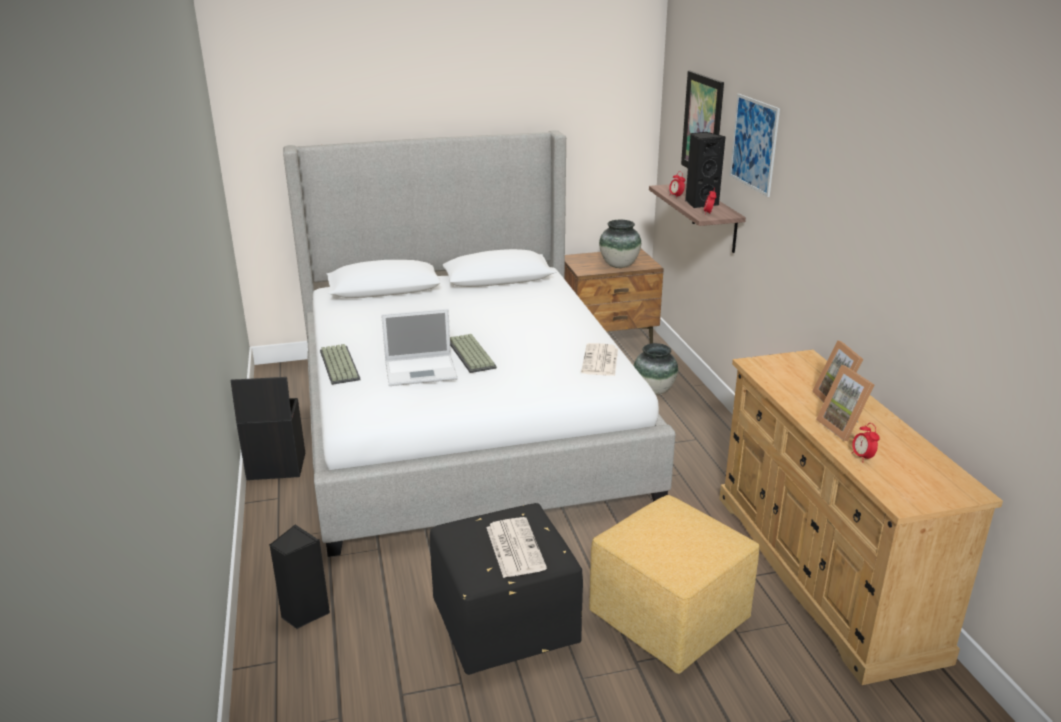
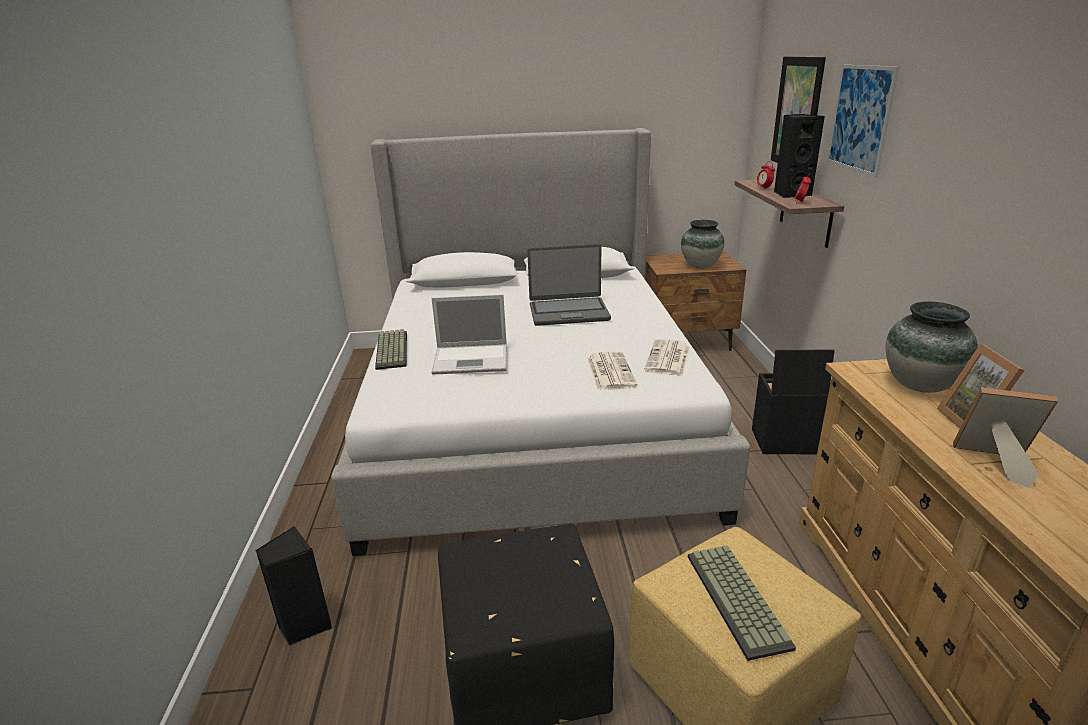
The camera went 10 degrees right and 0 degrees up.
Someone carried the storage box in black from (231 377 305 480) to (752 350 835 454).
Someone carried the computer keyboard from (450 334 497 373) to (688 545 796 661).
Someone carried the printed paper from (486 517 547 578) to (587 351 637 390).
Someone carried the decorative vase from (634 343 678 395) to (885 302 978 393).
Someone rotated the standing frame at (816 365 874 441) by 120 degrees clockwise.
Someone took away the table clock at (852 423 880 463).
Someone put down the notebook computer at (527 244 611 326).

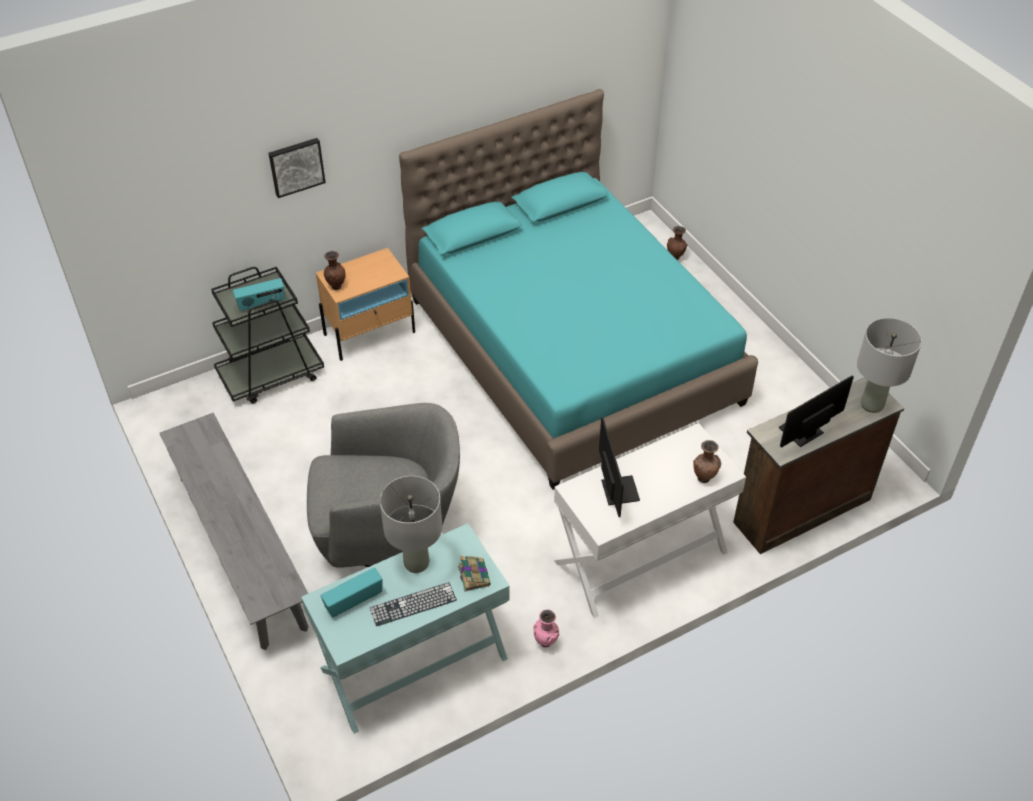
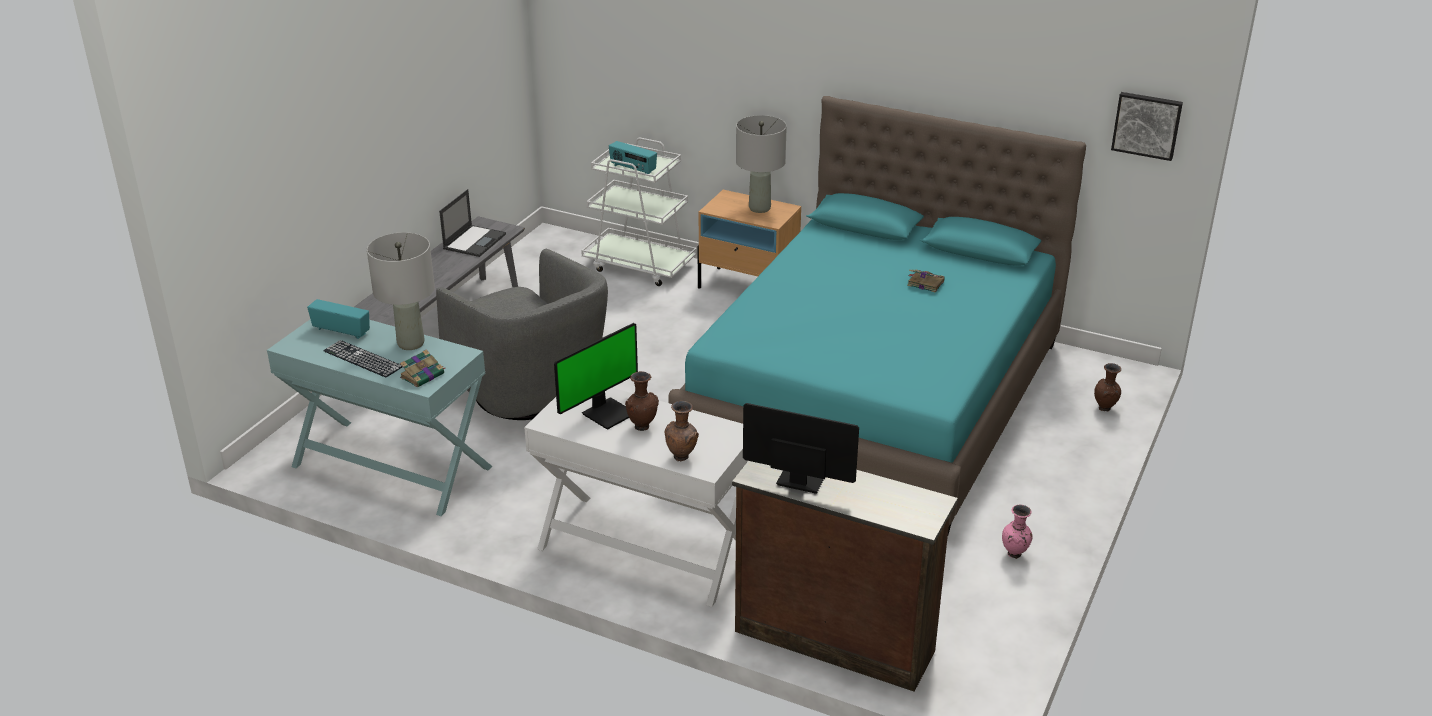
The camera went 55 degrees right and 15 degrees down.
Someone repainted the wheeled cart in black at (211 267 324 404), which became the wheeled cart in whitish at (581 138 697 286).
Someone carried the wall picture from (269 138 326 198) to (1111 92 1183 161).
Someone carried the decorative vase in brown from (324 251 346 290) to (625 371 659 431).
Someone carried the decorative vase in pink-coloured from (534 610 559 648) to (1002 505 1032 558).
Someone carried the table lamp in gray from (857 318 922 413) to (736 115 787 213).
Someone put down the notebook computer at (439 189 506 257).
Someone put down the book at (907 270 945 293).

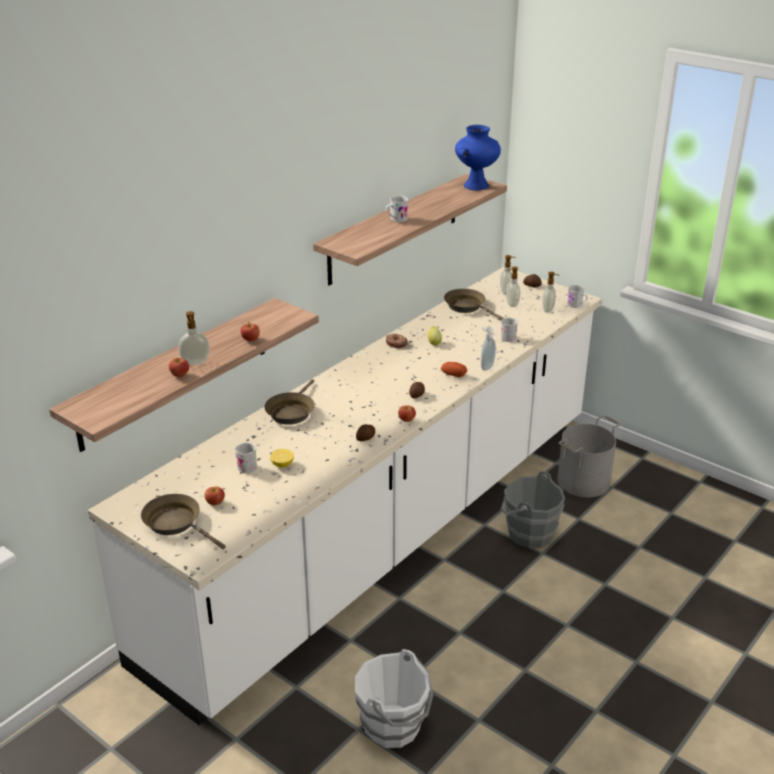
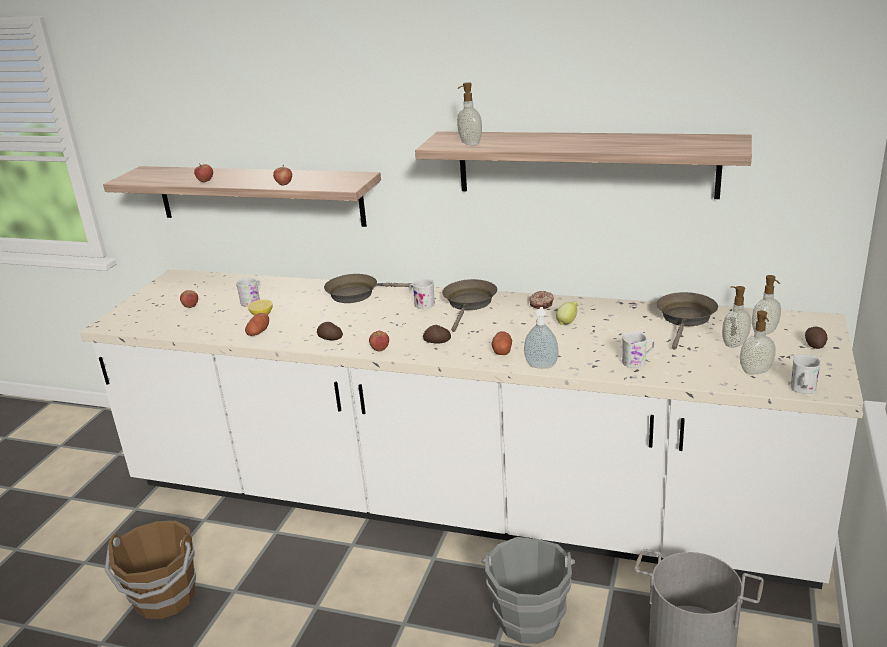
The camera went 70 degrees right and 5 degrees down.
Someone carried the skillet in brown from (141 494 226 549) to (442 279 497 332).
Someone carried the liquid soap bottle from (178 311 210 365) to (457 82 482 145).
Someone repainted the bucket in whitish at (355 649 433 748), which became the bucket in brown at (105 521 196 619).
Someone carried the coffee mug in whitish from (386 196 408 222) to (409 279 435 309).
Someone took away the decorative vase in blue at (455 125 501 191).
Someone put down the spud at (245 313 269 336).

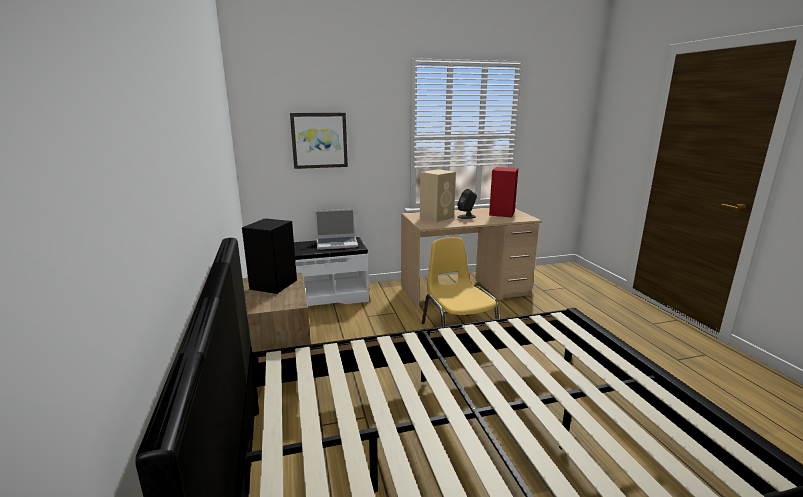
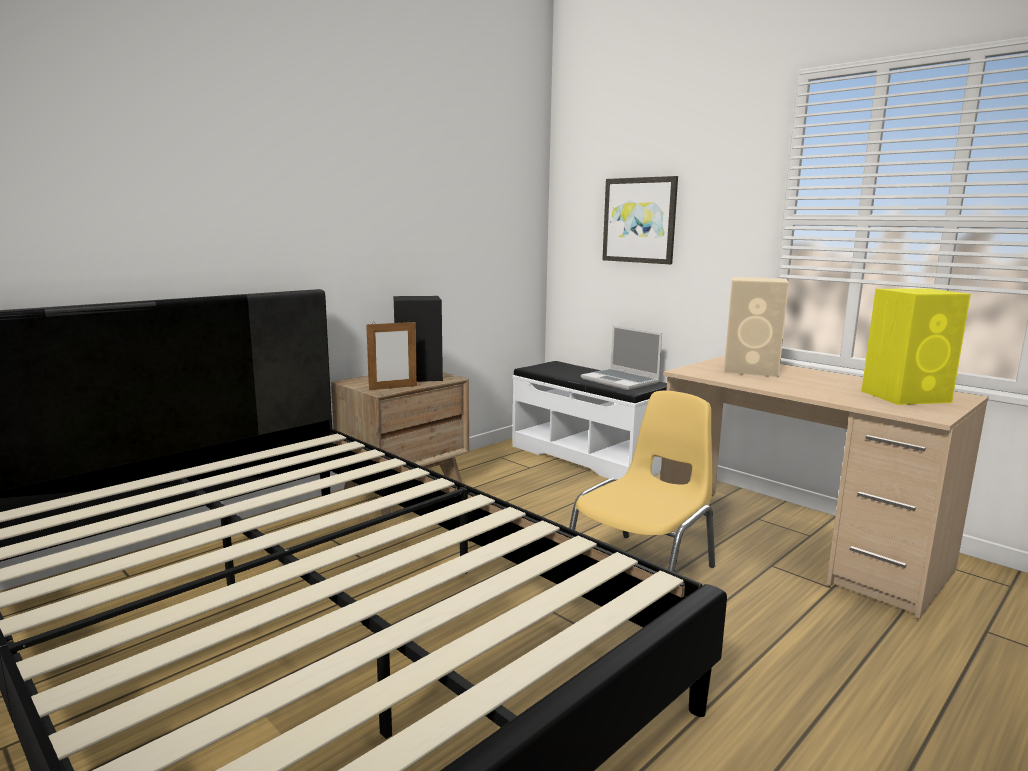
The camera went 60 degrees right and 5 degrees down.
Someone took away the loudspeaker in gray at (458 189 477 219).
Someone repainted the loudspeaker in reddish at (489 167 518 217), which became the loudspeaker in yellow-coloured at (861 288 971 405).
Someone put down the standing frame at (366 320 417 390).

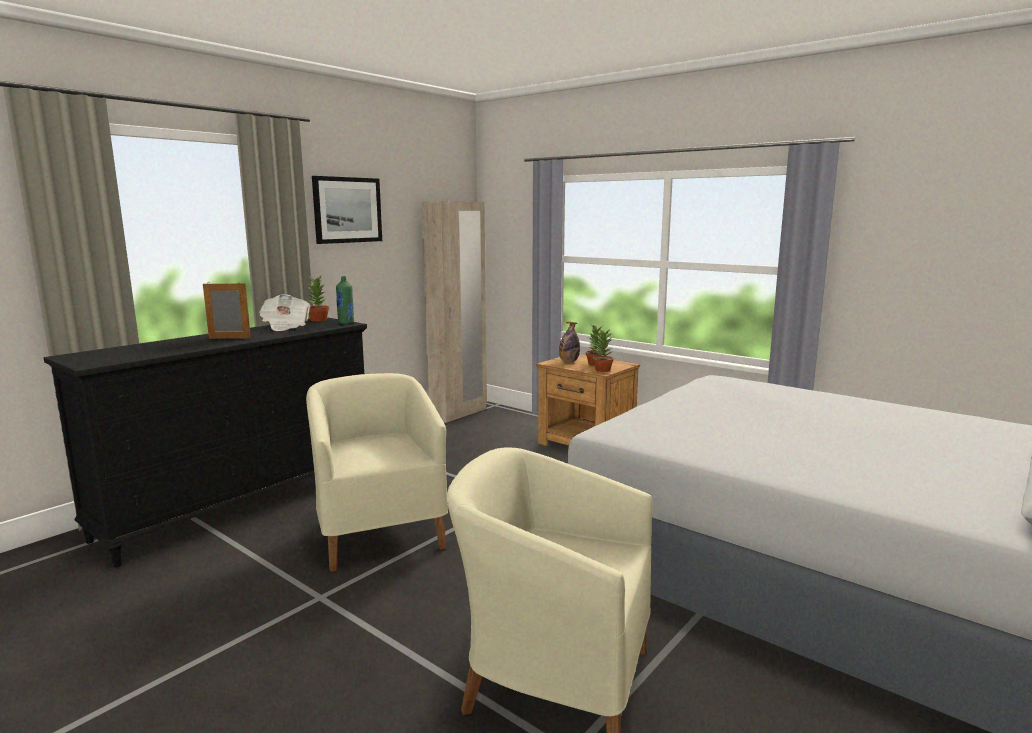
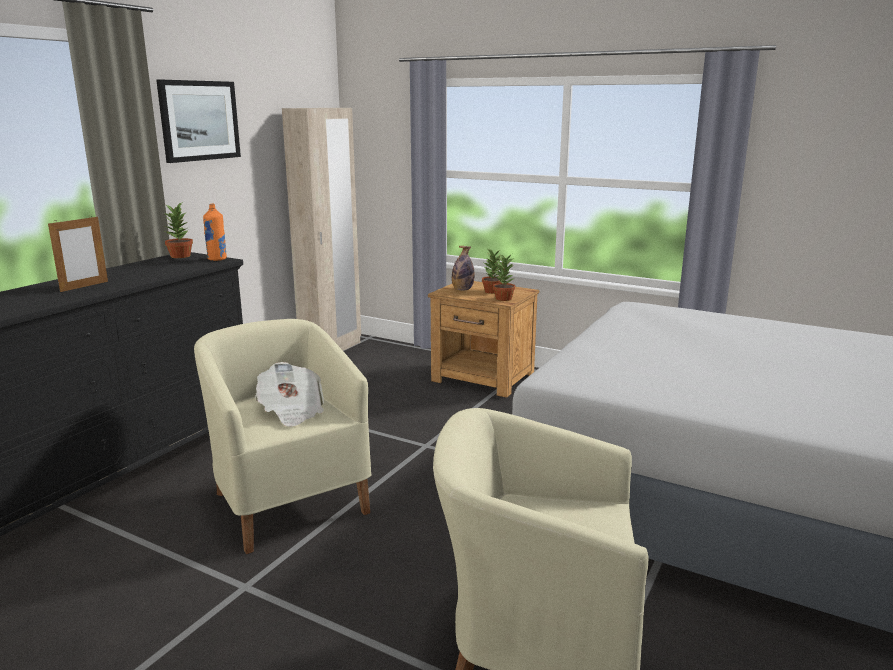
The camera went 10 degrees left and 5 degrees up.
Someone rotated the standing frame at (203 284 251 339) by 135 degrees clockwise.
Someone carried the printed paper from (259 294 310 331) to (255 362 324 427).
Someone repainted the bottle in greenish at (336 276 354 324), which became the bottle in orange-coloured at (203 204 227 261).

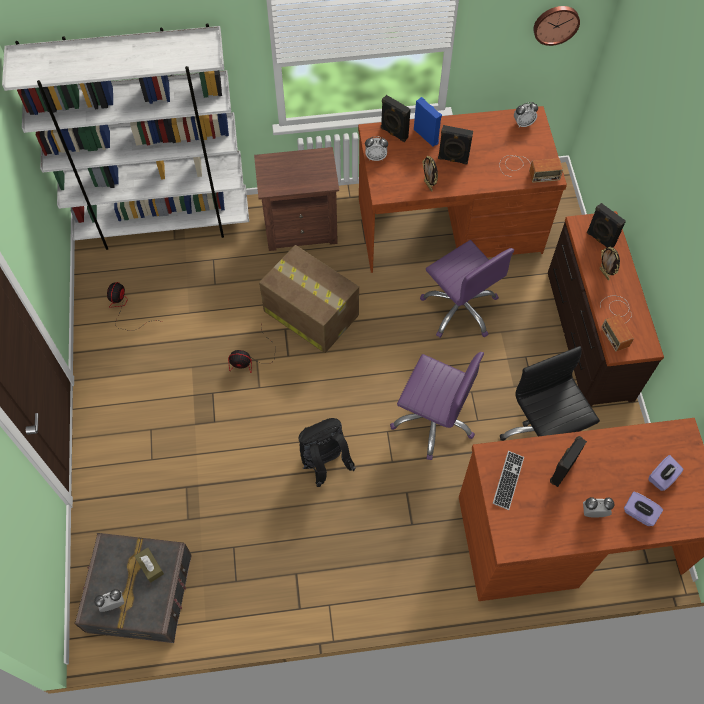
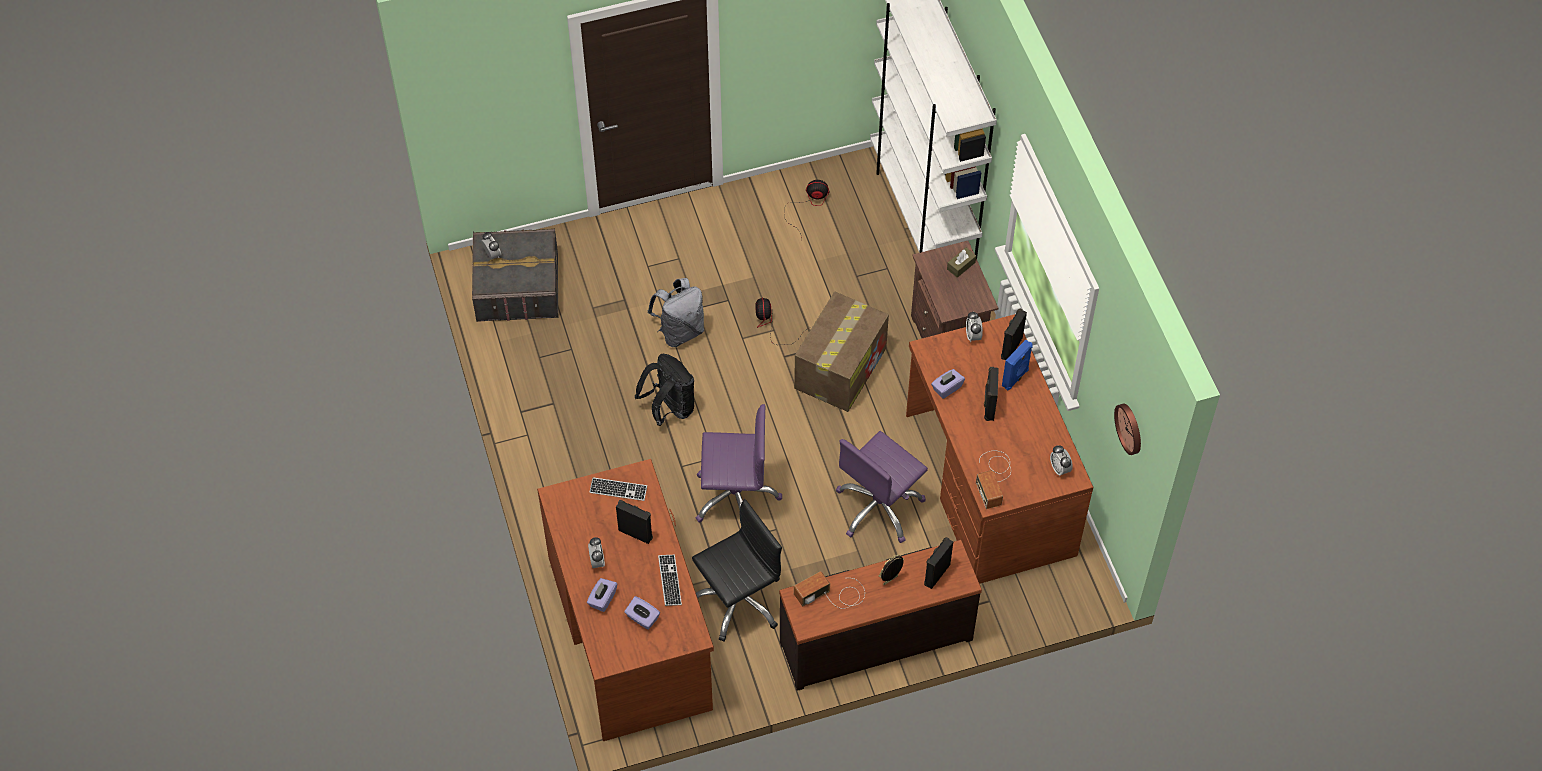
The camera went 80 degrees right and 5 degrees down.
Someone carried the tissue holder in brown from (135 547 164 583) to (947 248 976 278).
Someone rotated the office chair in purple at (390 352 484 460) by 105 degrees counterclockwise.
Someone swapped the standing frame at (422 156 438 192) for the tissue holder in purple at (931 369 965 399).
Someone put down the knapsack in gray at (648 278 704 347).
Someone put down the computer keyboard at (658 555 682 606).

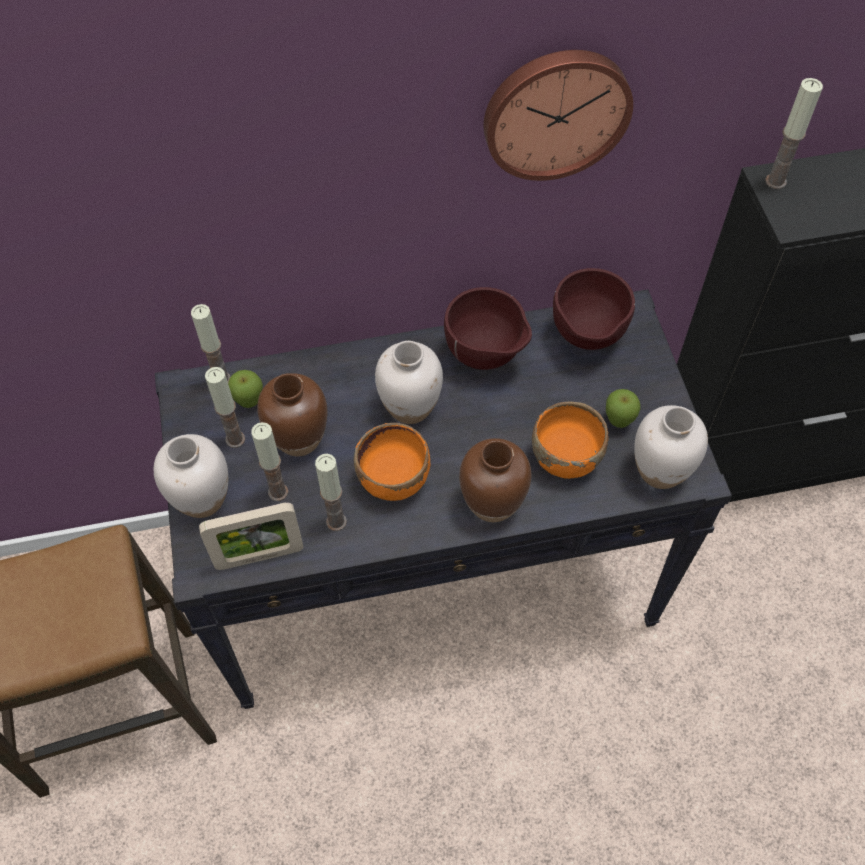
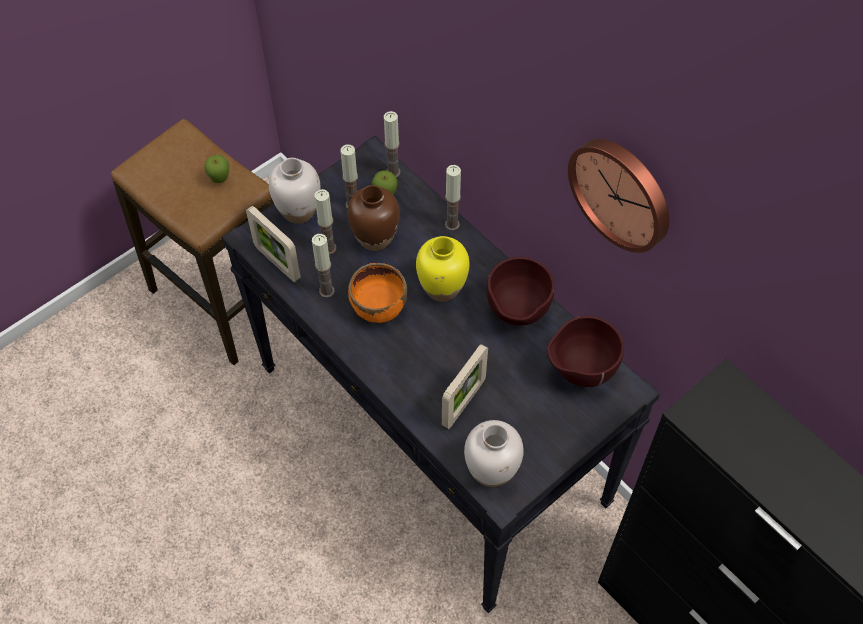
The camera went 60 degrees right and 0 degrees up.
Someone repainted the decorative vase in whitish at (375 341 443 424), which became the decorative vase in yellow-coloured at (416 236 469 302).
Someone took away the decorative vase in brown at (459 438 531 522).
Someone swapped the deep dish in orange-coloured at (532 401 608 479) for the standing frame at (442 344 488 429).
Someone carried the apple fruit from (606 389 640 428) to (204 155 229 183).
Someone carried the candle from (765 78 823 189) to (445 165 461 231).

